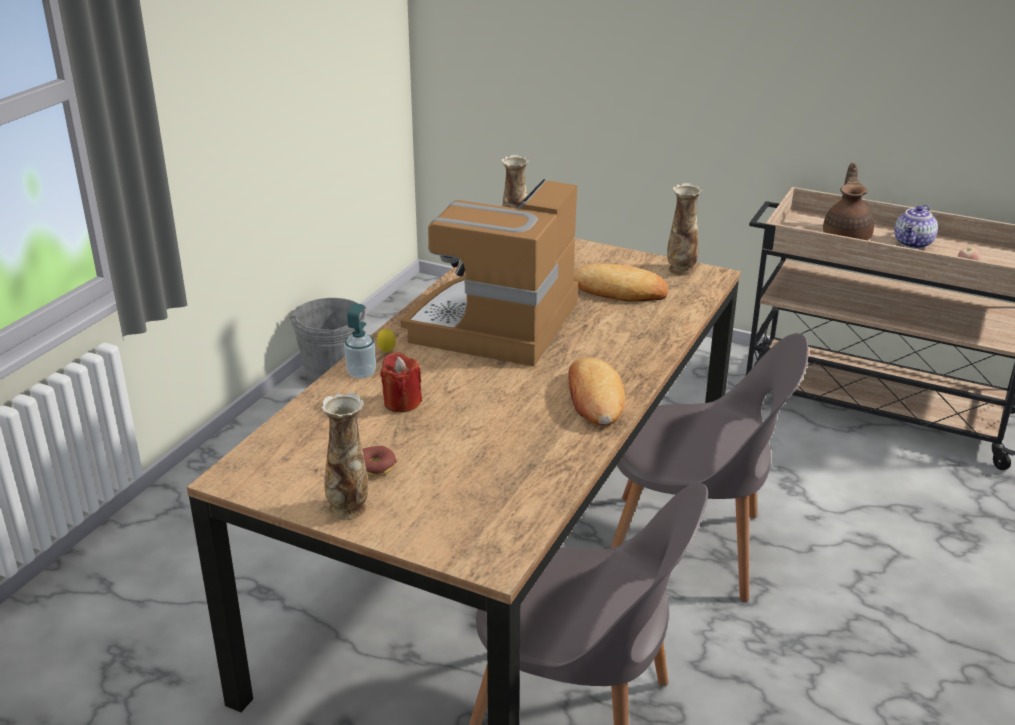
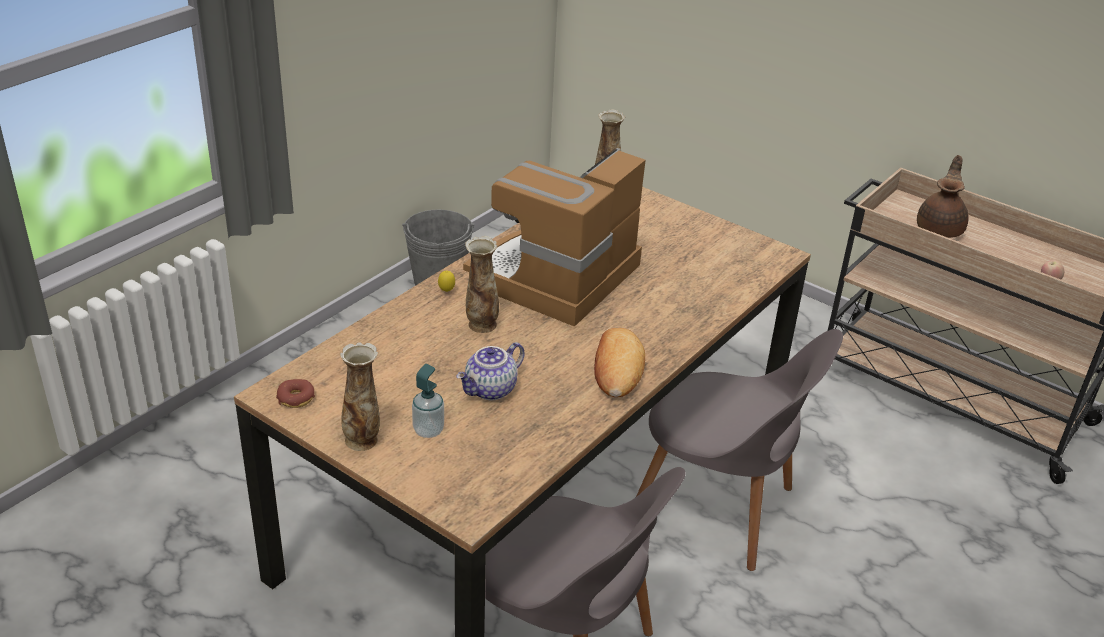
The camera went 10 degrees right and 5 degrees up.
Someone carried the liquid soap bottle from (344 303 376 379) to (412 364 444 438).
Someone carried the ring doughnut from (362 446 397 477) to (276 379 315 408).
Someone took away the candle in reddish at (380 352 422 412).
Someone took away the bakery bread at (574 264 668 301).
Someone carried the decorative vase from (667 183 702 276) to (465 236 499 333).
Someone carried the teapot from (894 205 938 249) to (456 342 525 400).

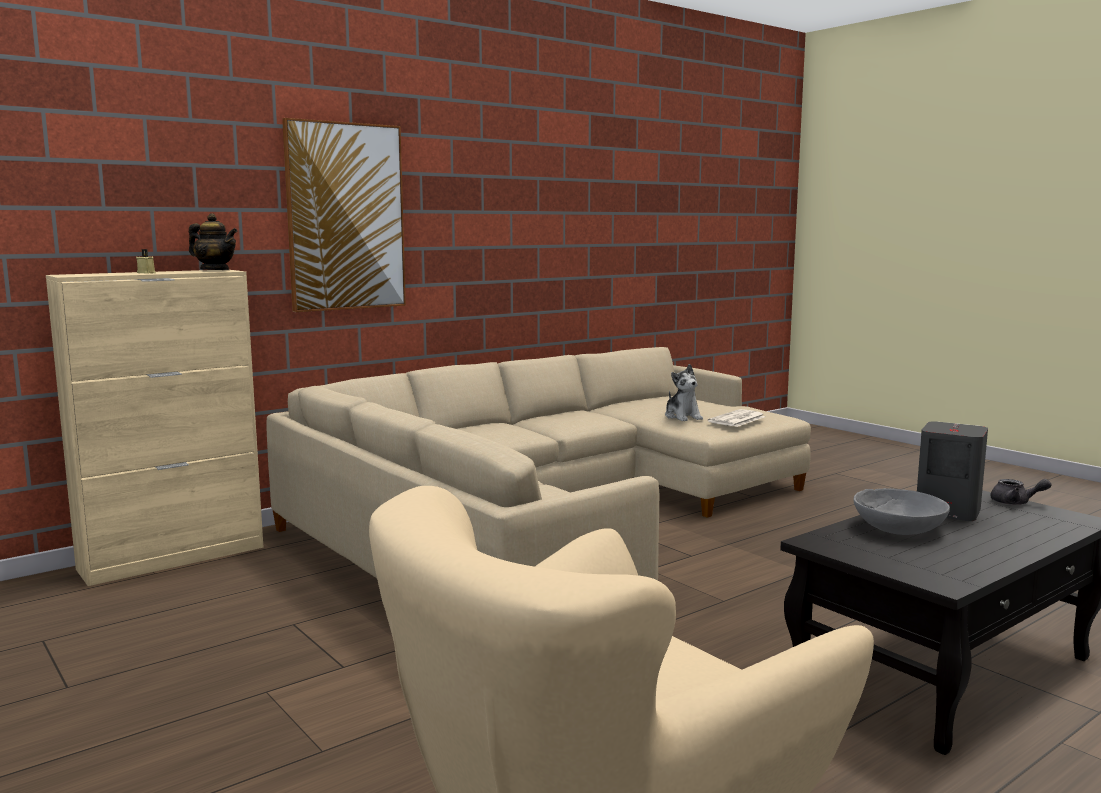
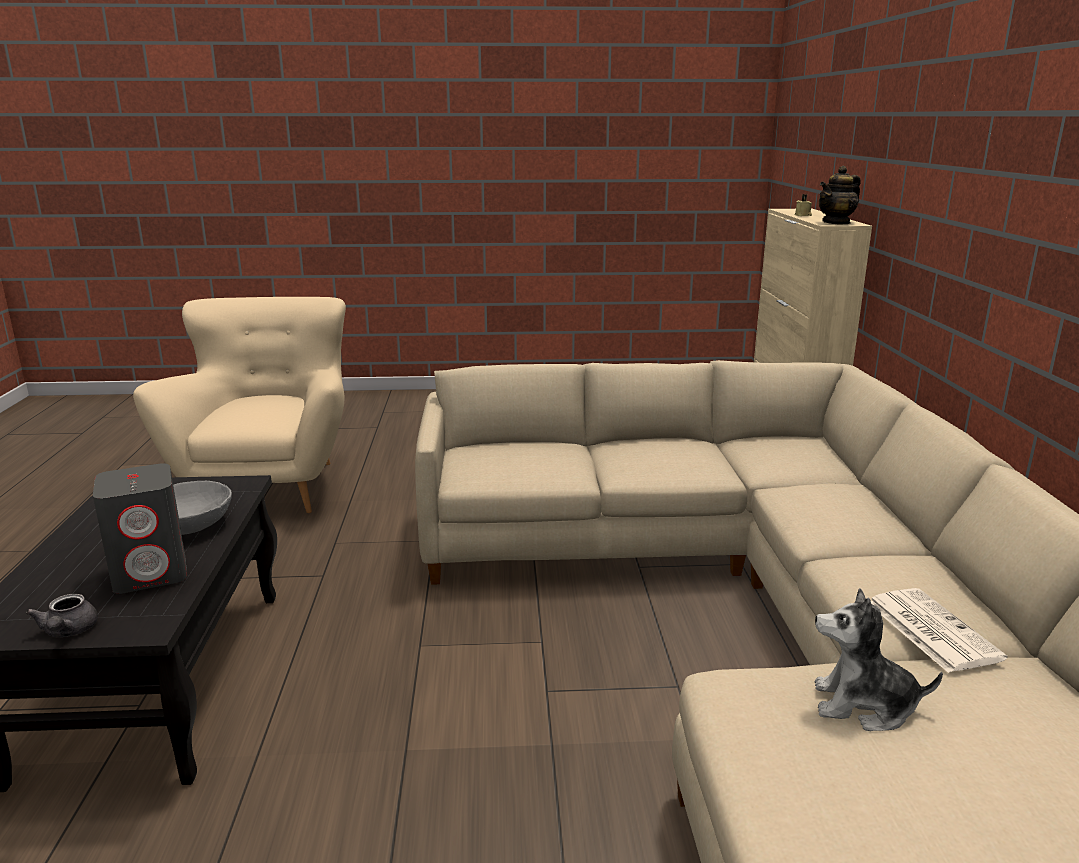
The camera went 125 degrees right and 10 degrees up.
Someone took away the wall picture at (282 118 406 312).
Someone carried the printed paper from (708 409 765 427) to (871 588 1007 673).
Someone rotated the teapot in gray at (990 479 1052 505) by 75 degrees counterclockwise.

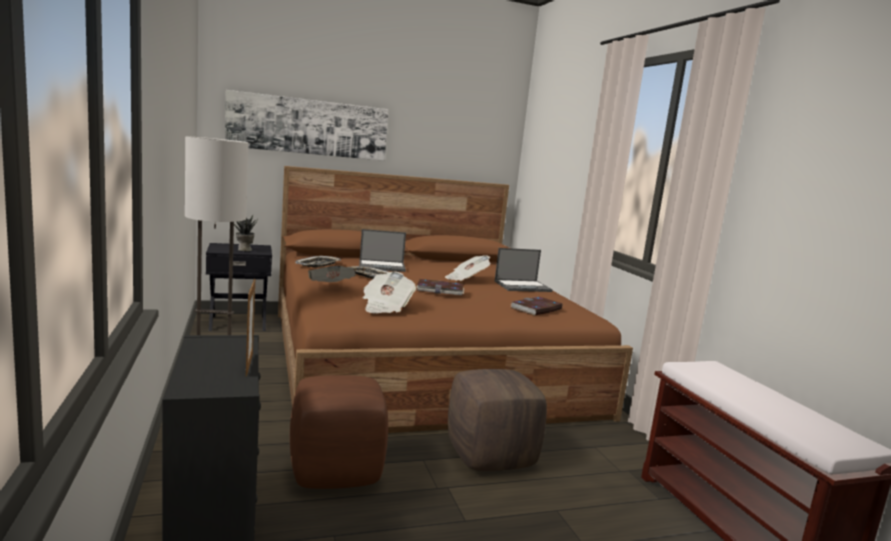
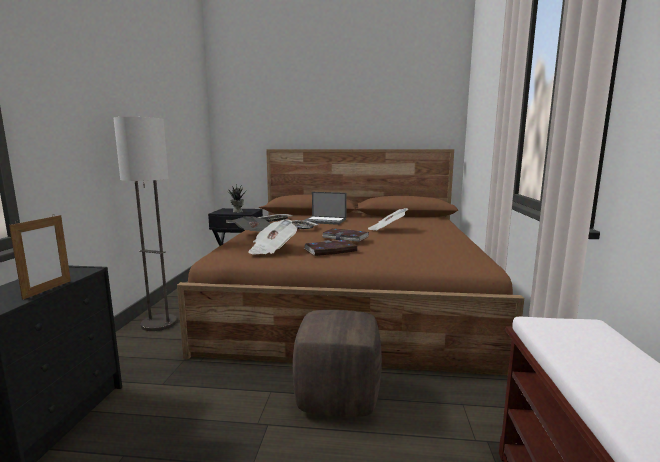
The camera went 25 degrees right and 0 degrees up.
Someone took away the wall picture at (225 90 389 161).
Someone took away the ottoman in brown at (290 375 388 489).
Someone took away the notebook computer at (495 248 553 292).
Someone carried the book from (511 297 562 316) to (304 240 357 256).

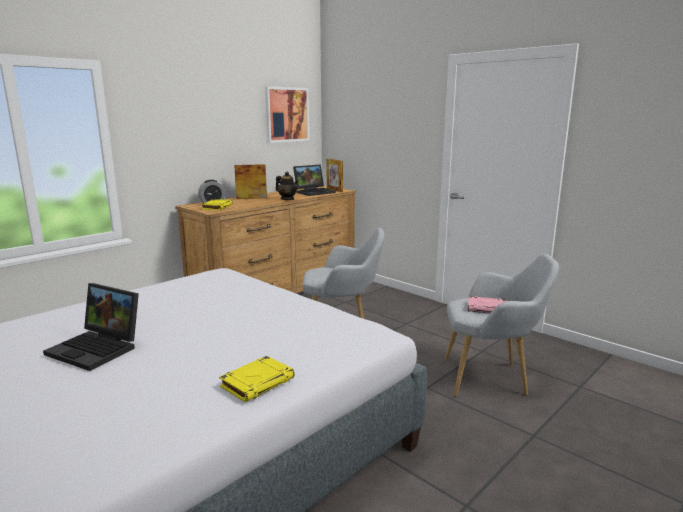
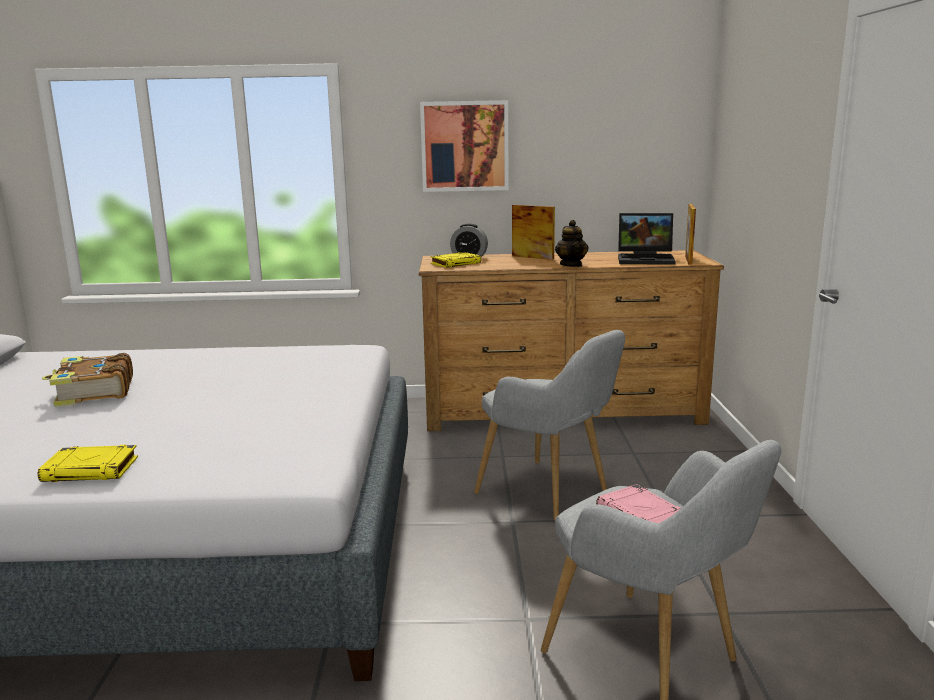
The camera went 45 degrees right and 0 degrees up.
Someone swapped the notebook computer at (43 283 139 371) for the book at (42 353 133 407).
Someone carried the wall picture from (265 86 309 143) to (420 100 508 192).

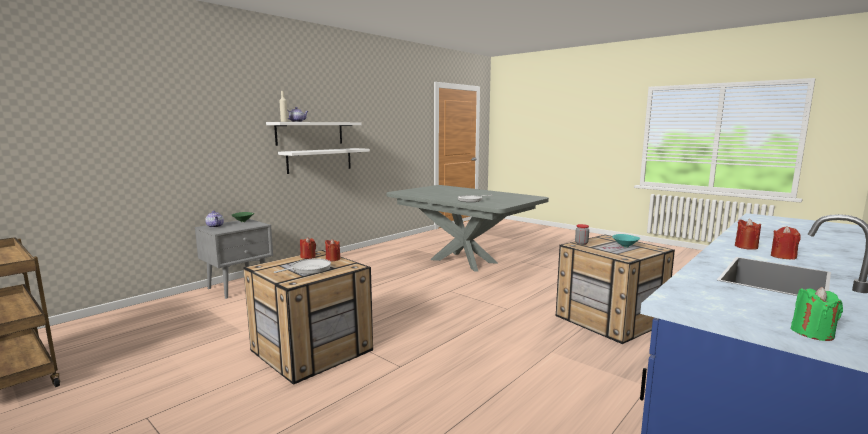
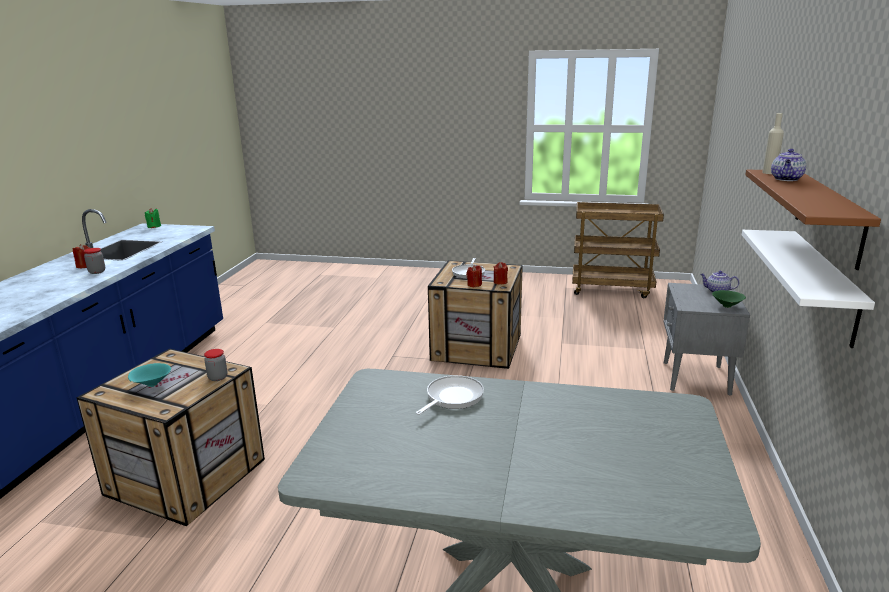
The camera went 150 degrees right and 10 degrees up.
Someone repainted the shelf in whitish at (266 122 362 146), which became the shelf in brown at (745 170 881 270).
Someone swapped the candle in reddish at (735 219 761 250) for the jar at (84 248 105 274).

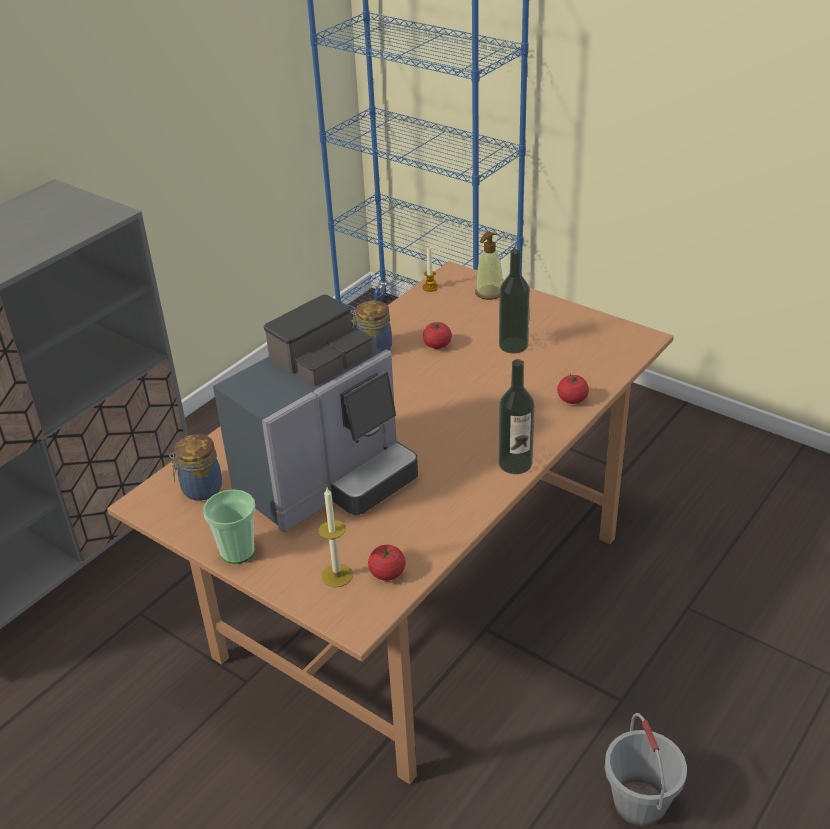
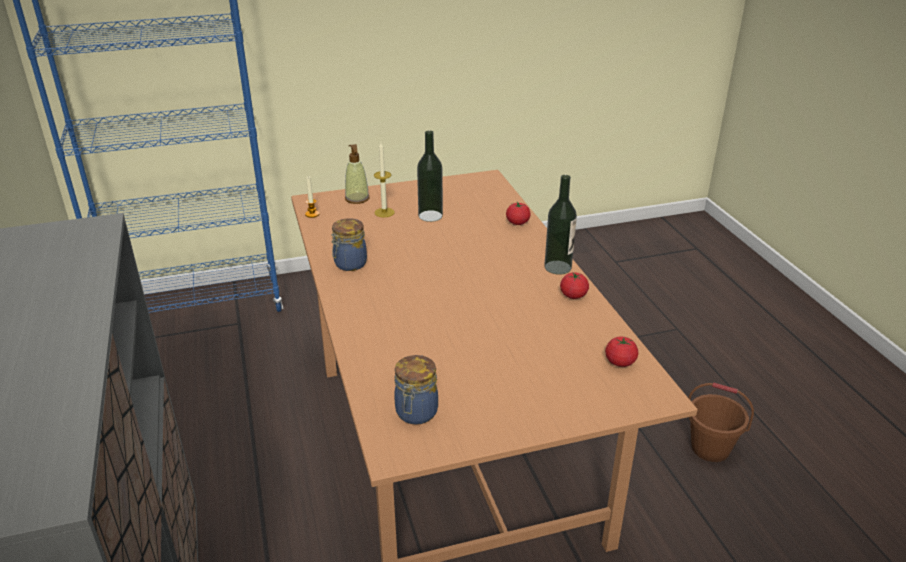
The camera went 55 degrees left and 5 degrees down.
Someone took away the small cup at (203 489 256 564).
Someone took away the coffee brewer at (213 294 418 532).
Someone carried the candle from (318 488 353 587) to (374 142 395 217).
Someone carried the fresh tomato from (423 322 452 349) to (560 272 589 299).
Someone repainted the bucket in gray at (605 713 687 826), which became the bucket in brown at (689 382 754 462).

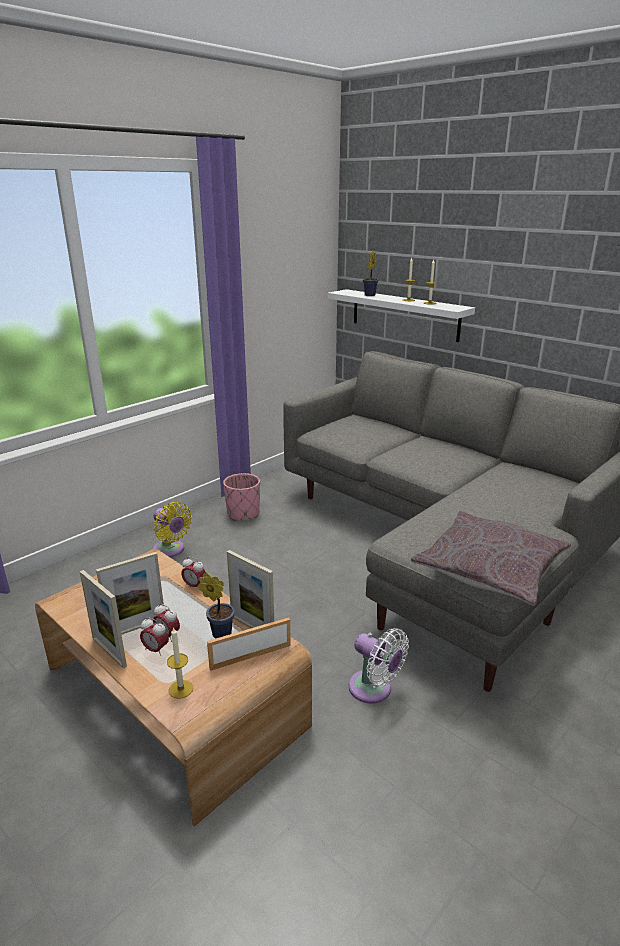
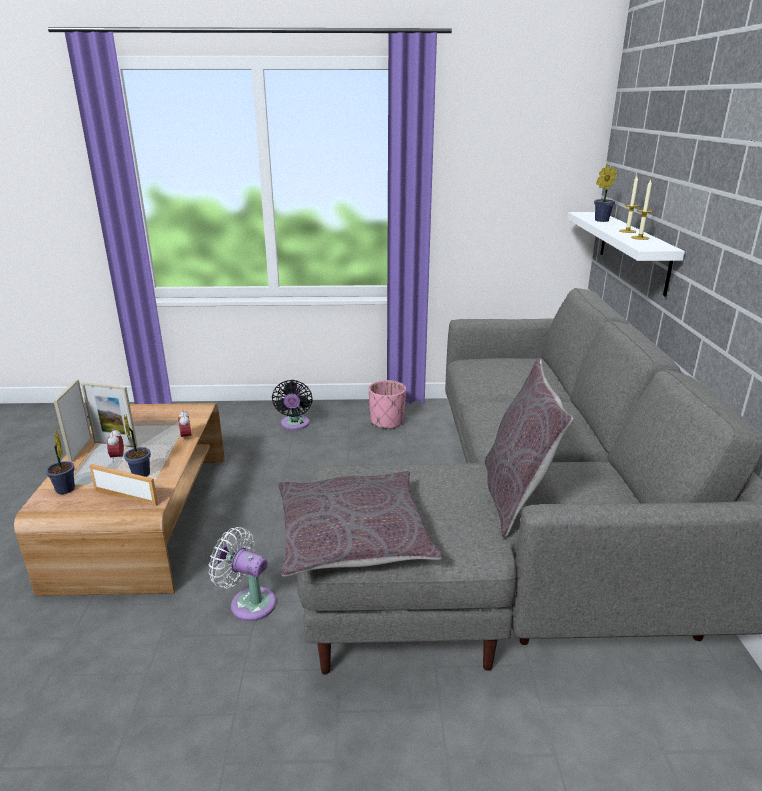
The camera went 45 degrees right and 0 degrees up.
Someone took away the table clock at (140 617 169 656).
Someone repainted the fan in yellow-coloured at (153 502 192 557), which became the fan in black at (272 380 313 430).
Someone swapped the candle at (167 627 193 699) for the houseplant at (46 429 75 494).
Someone took away the standing frame at (227 550 274 628).
Someone rotated the fan in whitish at (349 628 409 704) by 120 degrees clockwise.
Someone put down the throw pillow in gray at (485 358 574 537).

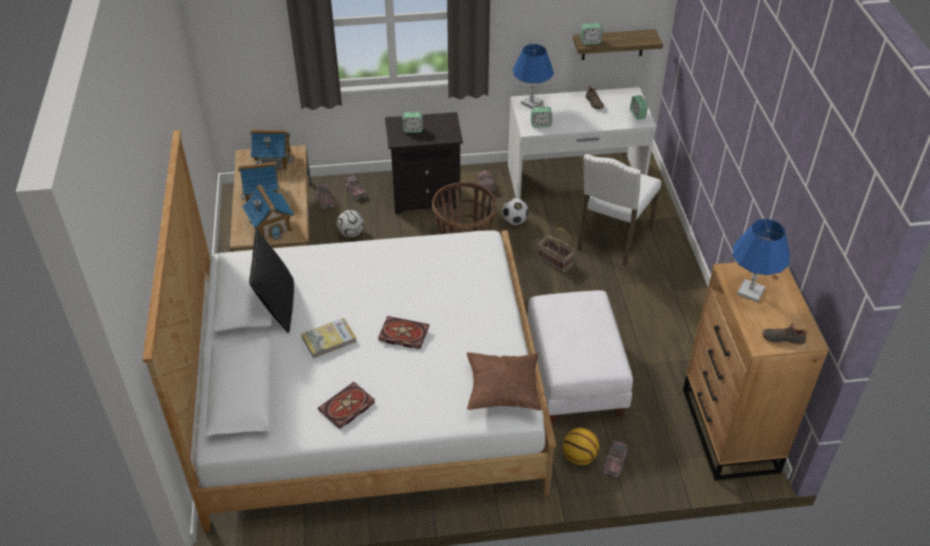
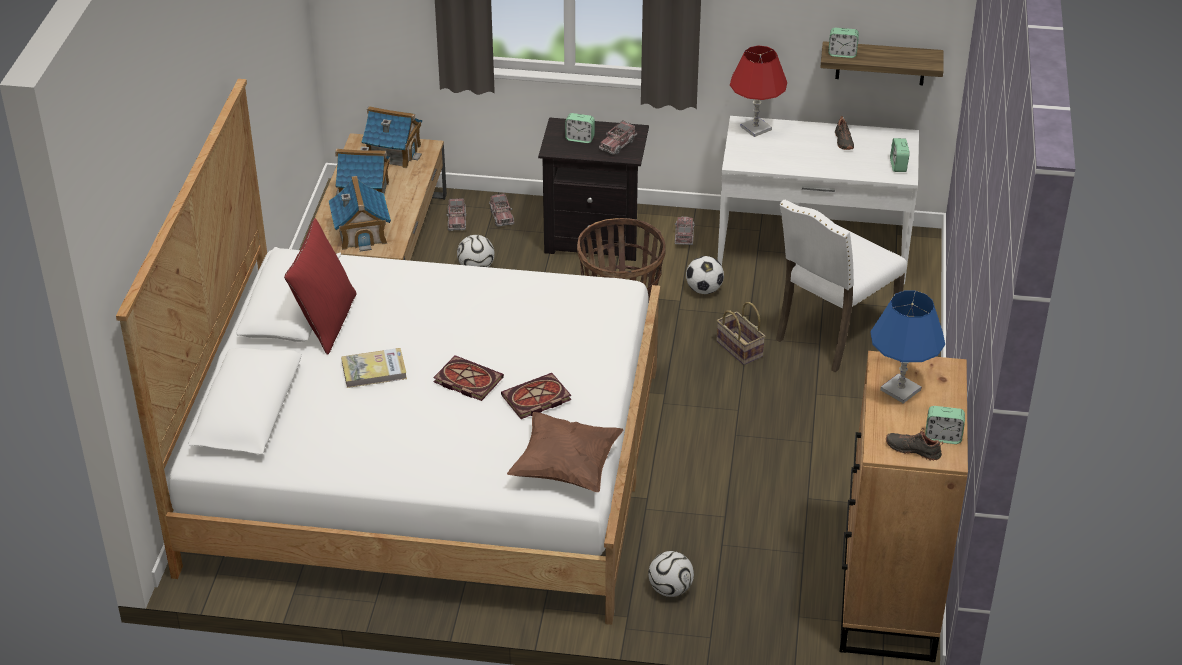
The camera went 15 degrees right and 5 degrees down.
Someone repainted the throw pillow in black at (249 230 294 333), which became the throw pillow in reddish at (284 218 357 355).
Someone carried the book from (318 382 375 429) to (501 373 572 419).
Someone repainted the table lamp in blue at (513 44 554 109), which became the table lamp in reddish at (730 46 787 137).
Someone took away the ottoman in whitish at (527 290 633 423).
Someone carried the table clock from (531 107 552 128) to (925 406 965 444).
Someone swapped the basketball ball at (563 427 599 465) for the ball for football at (648 551 694 597).
Someone carried the model truck from (603 440 628 477) to (599 120 637 155).

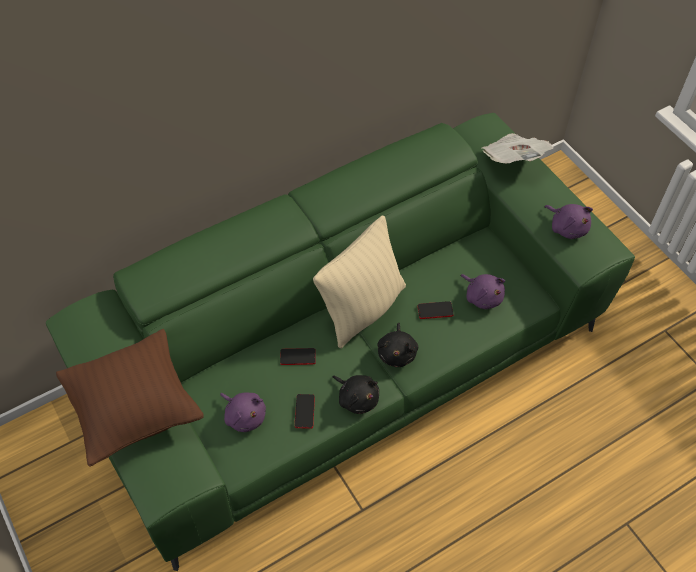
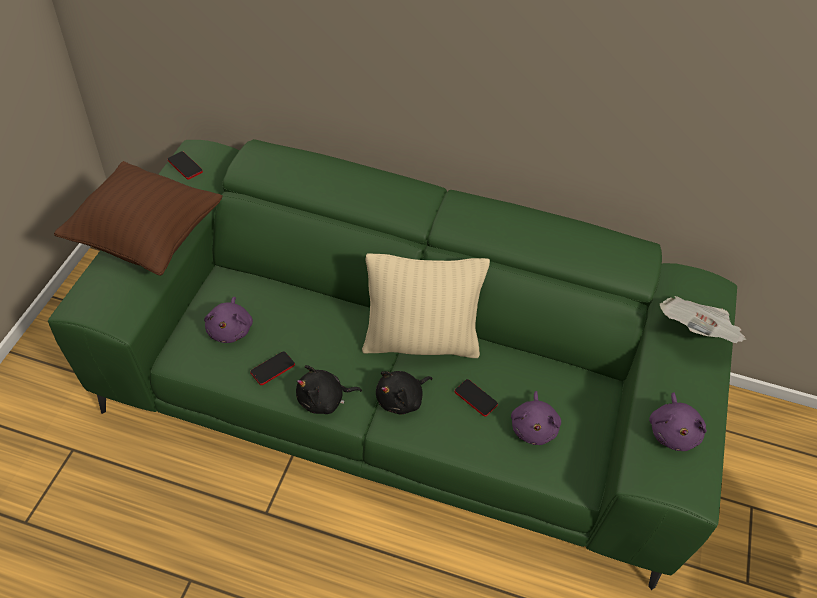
The camera went 45 degrees right and 5 degrees down.
Someone carried the phone from (280 348 316 365) to (168 151 203 179).
Someone rotated the soft toy in black at (333 375 379 414) by 75 degrees clockwise.

